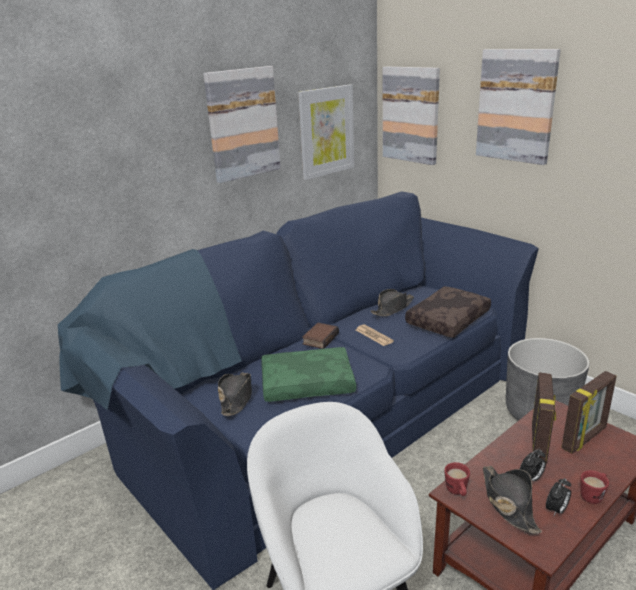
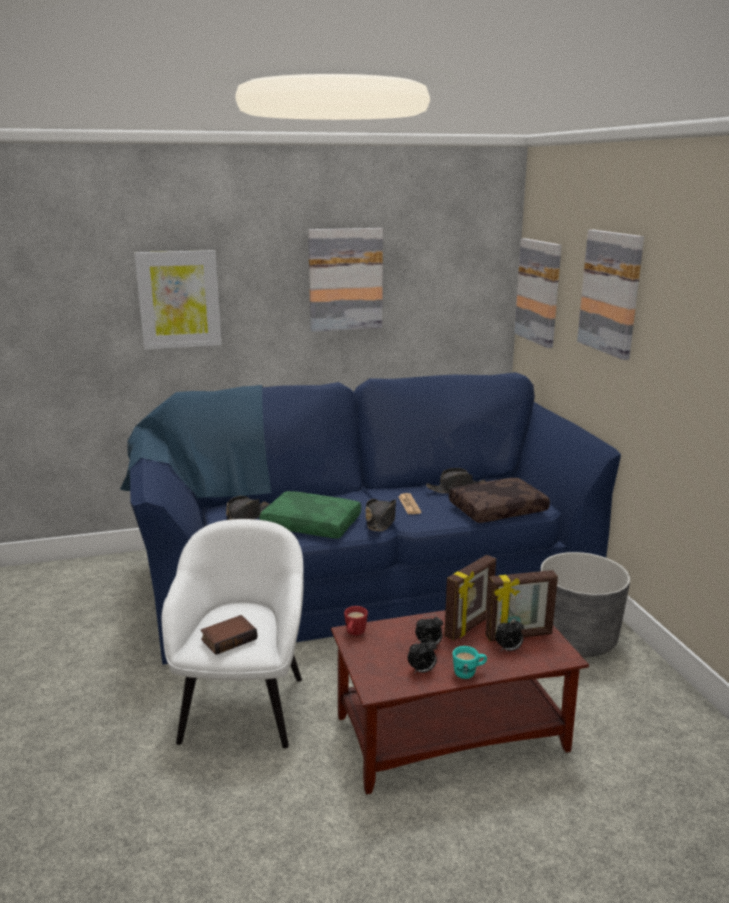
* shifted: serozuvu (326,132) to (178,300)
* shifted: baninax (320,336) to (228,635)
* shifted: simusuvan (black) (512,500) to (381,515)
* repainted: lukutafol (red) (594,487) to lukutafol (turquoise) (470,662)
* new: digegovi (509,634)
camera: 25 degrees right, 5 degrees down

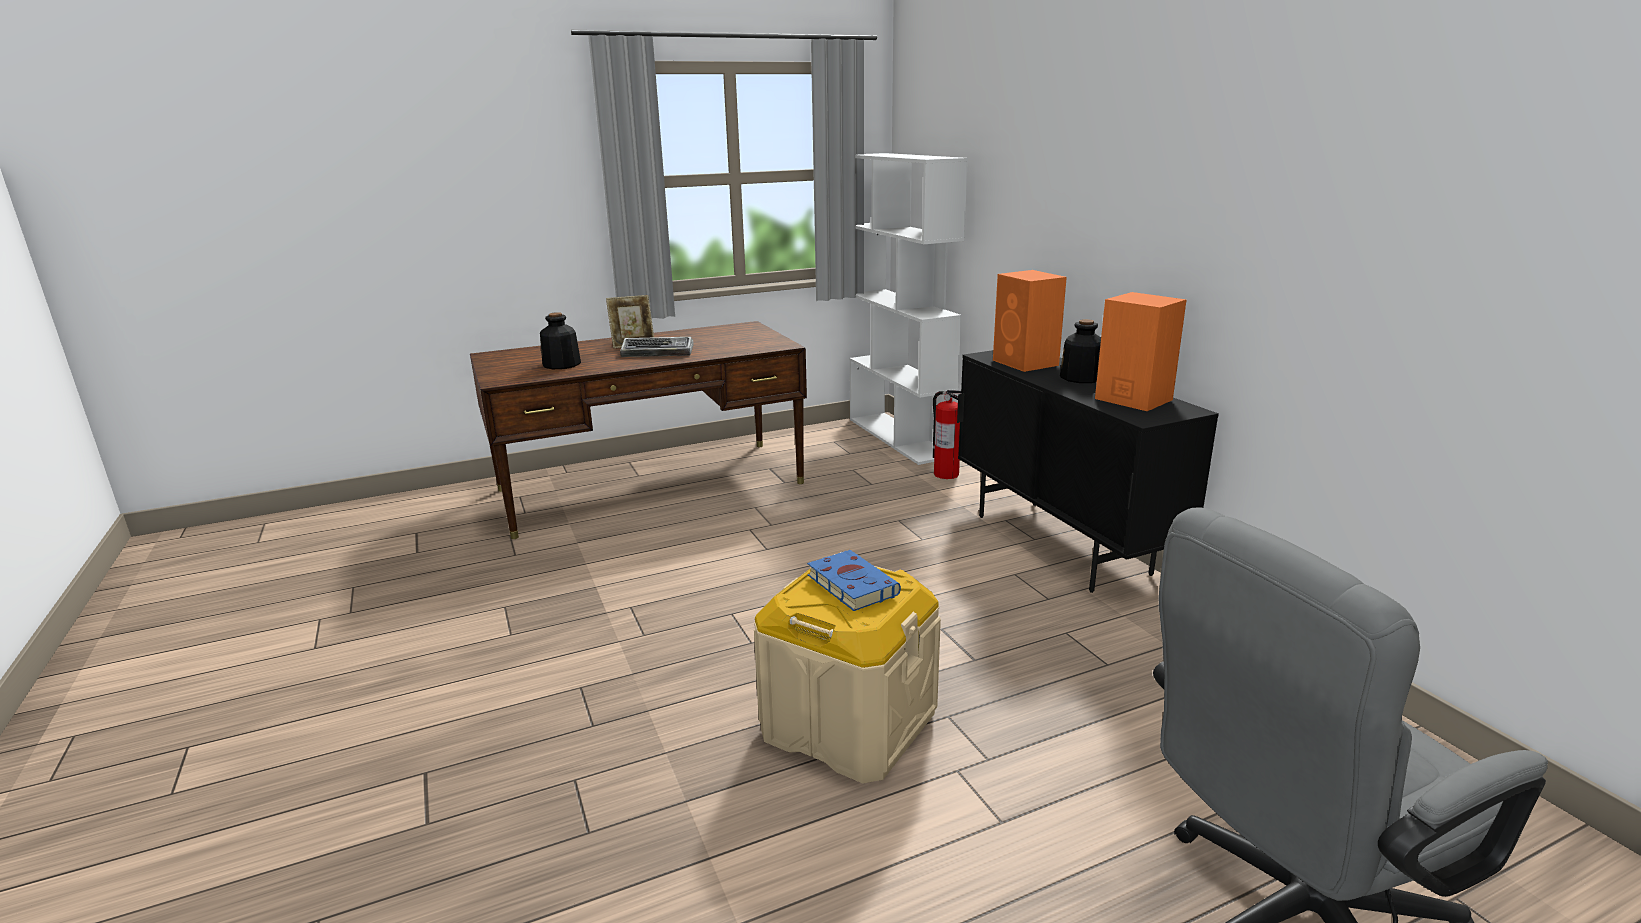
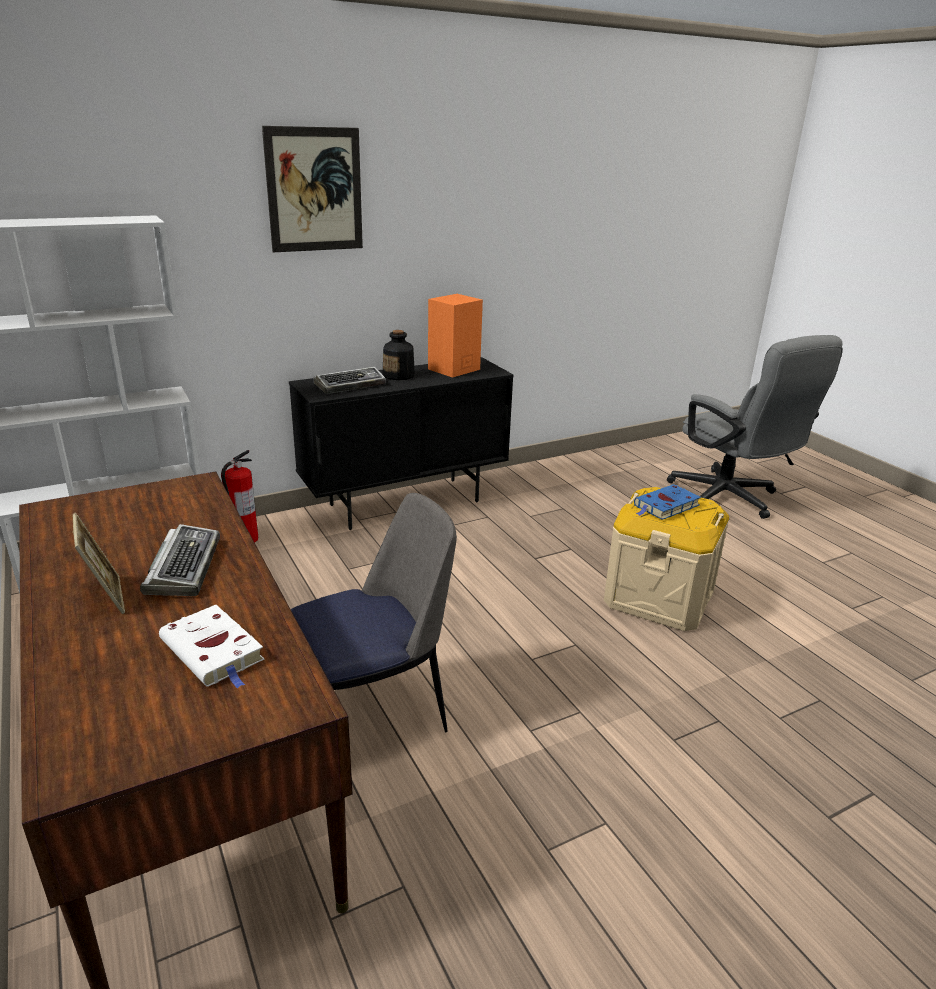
* swapped: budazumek (560,340) to baninax (white) (211,647)
* swapped: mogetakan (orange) (1030,321) to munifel (350,380)
* new: serozuvu (312,189)
* new: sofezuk (374,612)
camera: 95 degrees left, 5 degrees up

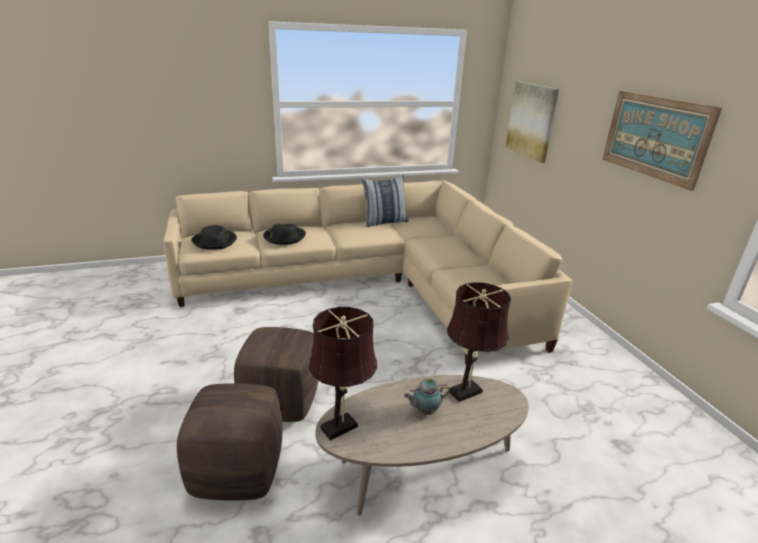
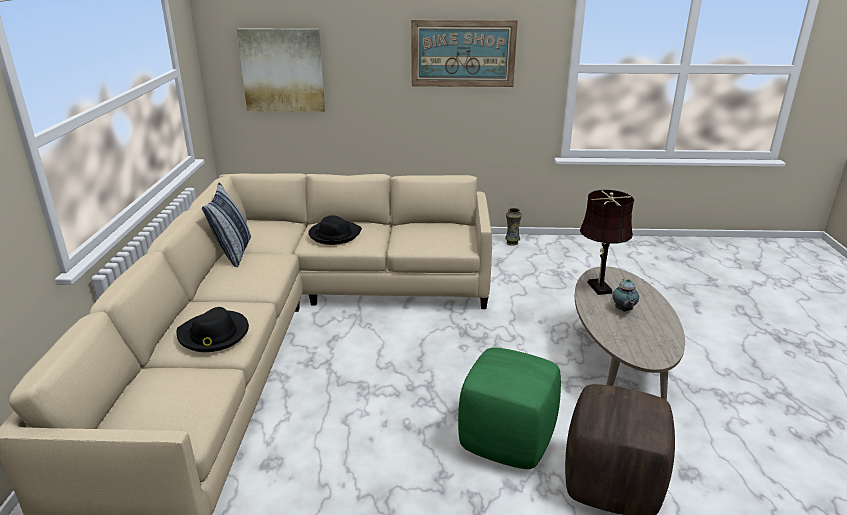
* shifted: simusuvan (black) (214,237) to (335,230)
* repainted: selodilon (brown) (276,374) to selodilon (green) (509,408)
* gone: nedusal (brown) (343,374)
* new: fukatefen (513,227)
camera: 70 degrees left, 0 degrees up

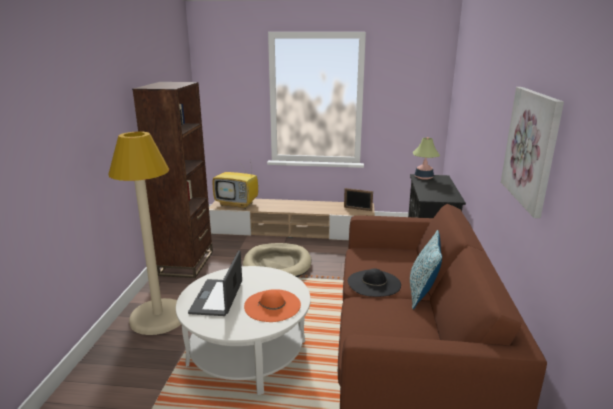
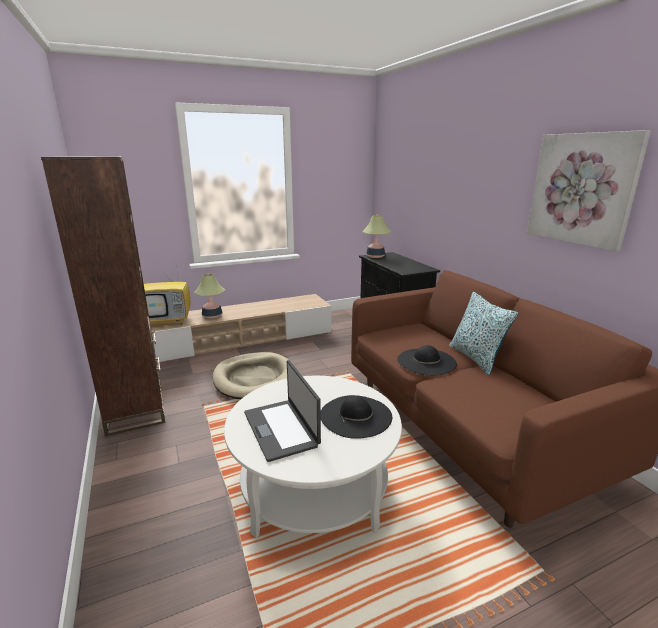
* gone: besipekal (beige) (144,233)
* repainted: simusuvan (orange) (272,305) to simusuvan (black) (356,417)
* gone: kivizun (358,199)
* new: nedusal (209,295)
camera: 30 degrees left, 0 degrees up

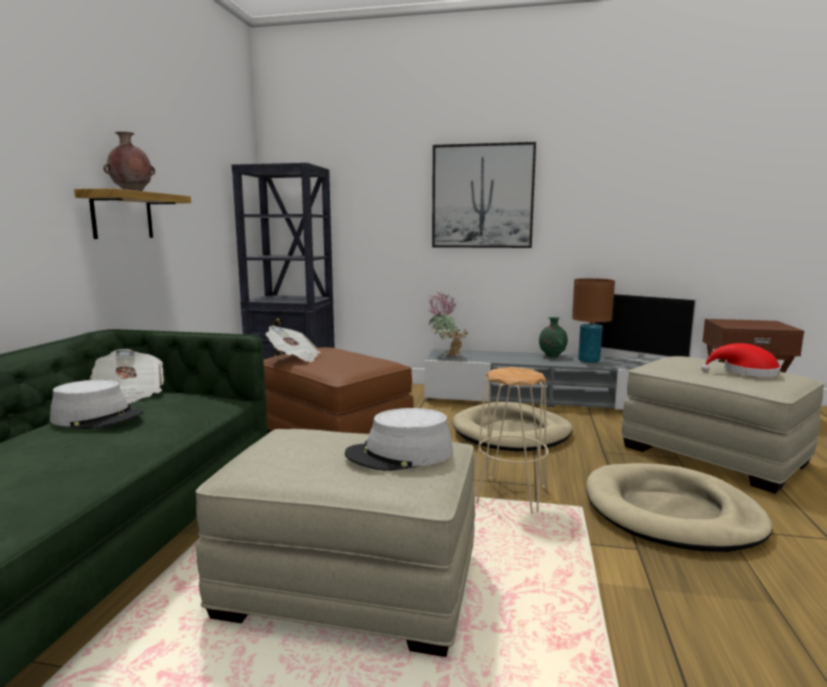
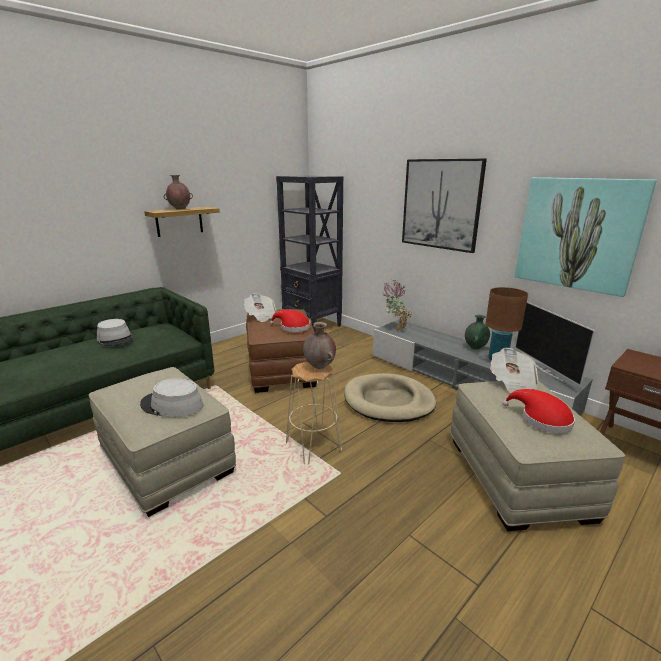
* shifted: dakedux (127,376) to (514,370)
* gone: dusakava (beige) (679,507)
* new: simusuvan (red) (290,320)
* new: fukatefen (brown) (319,345)
* new: serozuvu (586,237)
camera: 35 degrees right, 10 degrees up

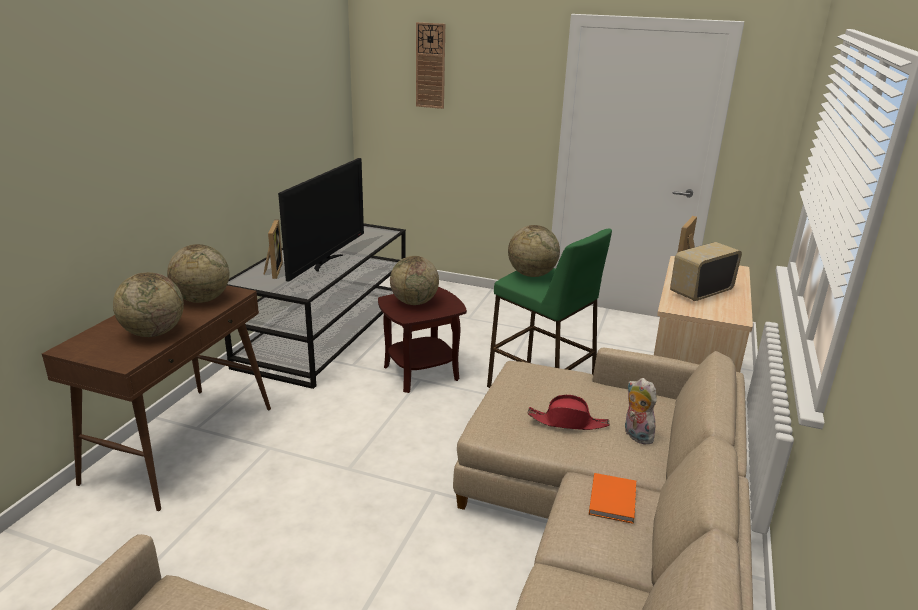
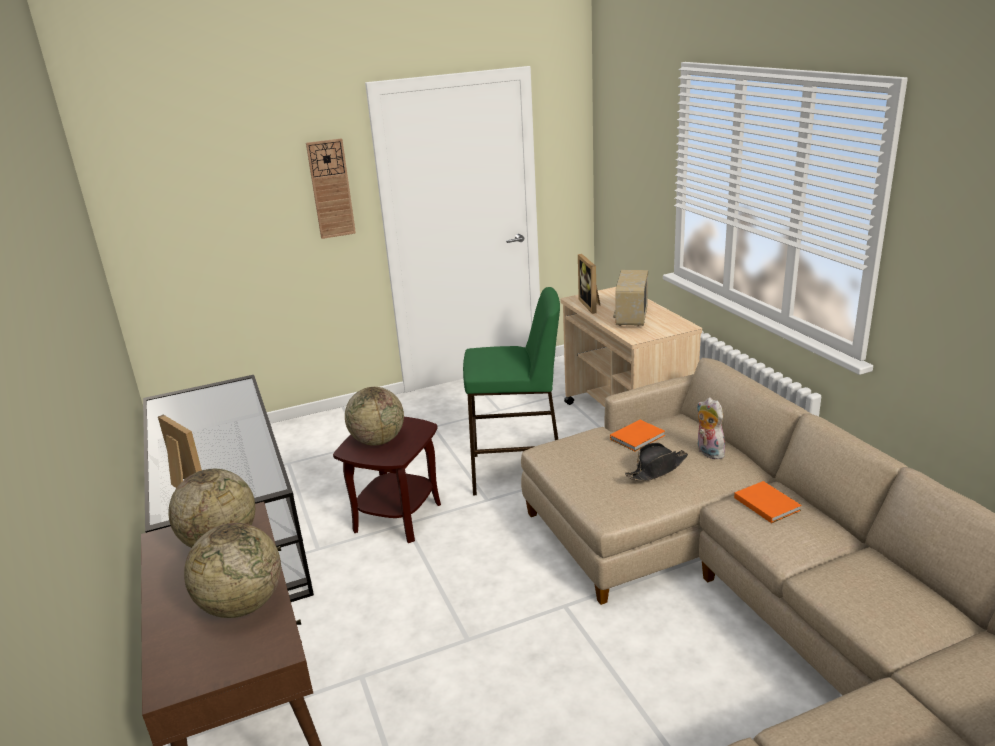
* gone: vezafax (321,220)
* shifted: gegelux (430,65) to (331,188)
* gone: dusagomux (534,251)
* repainted: simusuvan (red) (569,412) to simusuvan (black) (656,462)
* rotated: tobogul (641,411) = (711,428) 45 degrees clockwise
* new: baninax (orange) (637,436)
camera: 40 degrees left, 0 degrees up

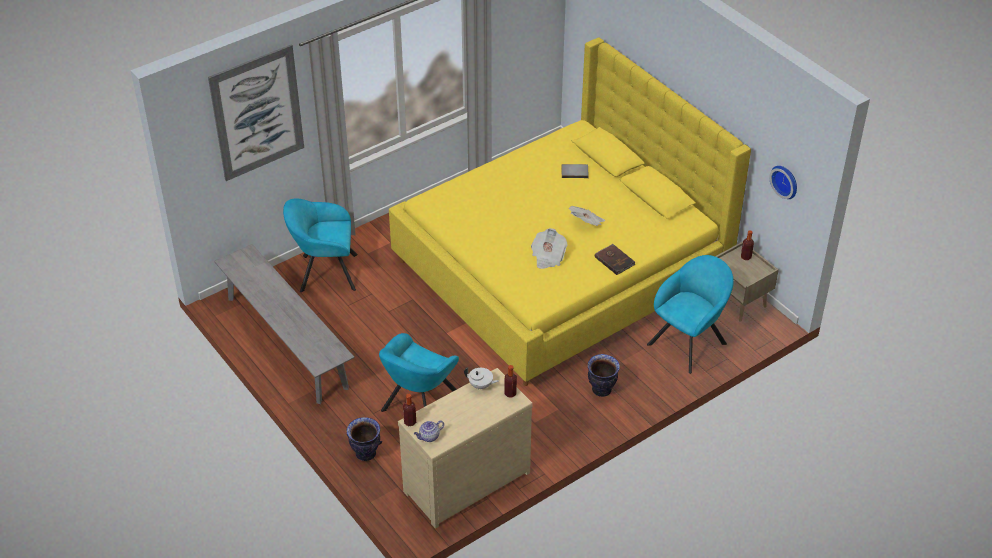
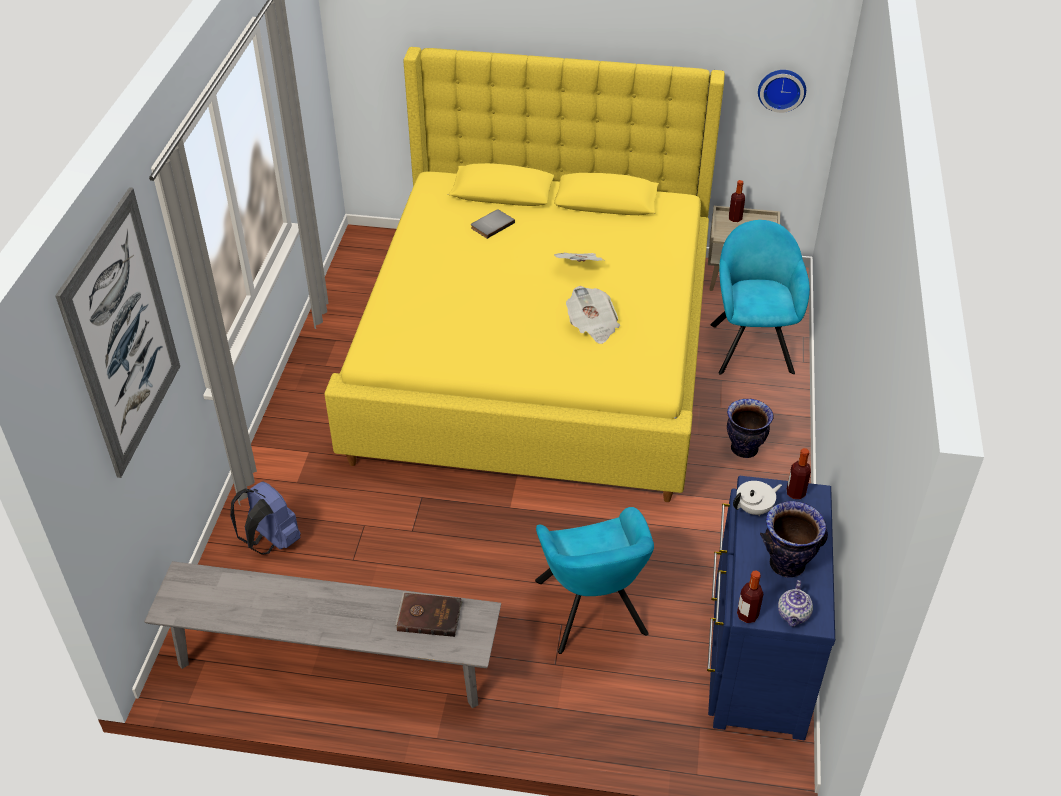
* swapped: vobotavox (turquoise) (320,245) to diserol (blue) (265,518)
* shifted: fukatefen (364,439) to (794,539)
* repainted: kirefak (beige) (465,448) to kirefak (blue) (771,608)
* shifted: baninax (brown) (615,259) to (429,614)
camera: 45 degrees left, 0 degrees up

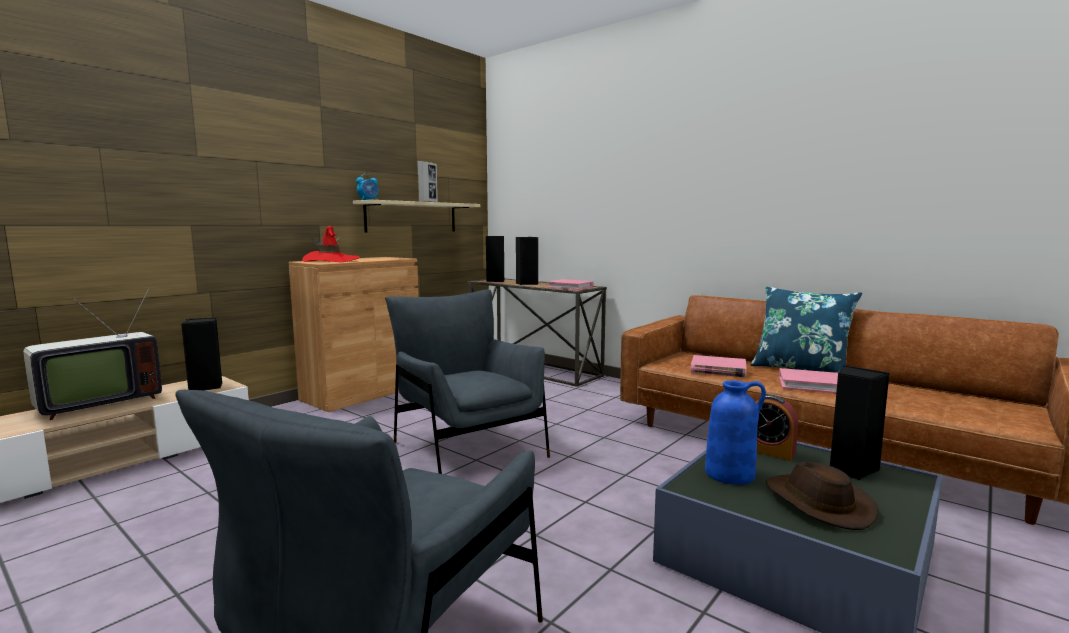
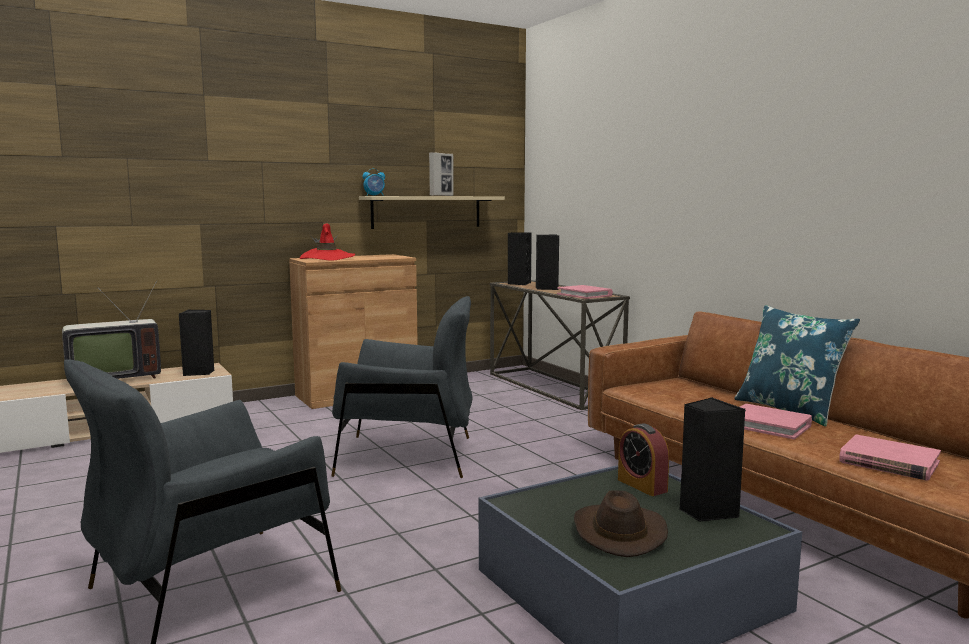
* rotated: vobotavox (grey) (467,381) = (402,387) 105 degrees clockwise
* shifted: baninax (pink) (718,366) to (890,457)
* gone: fukatefen (blue) (735,432)
camera: 20 degrees right, 0 degrees up

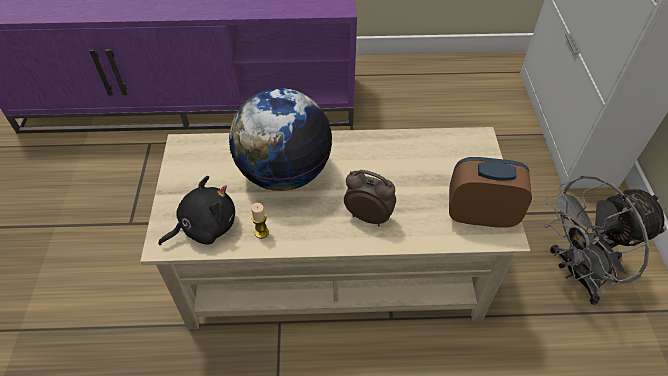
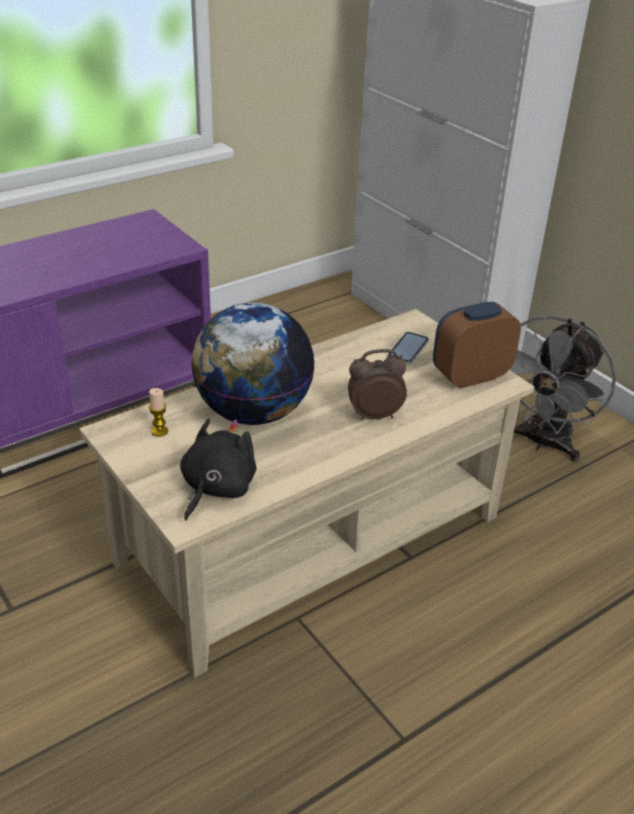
* shifted: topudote (260,221) to (158,412)
* new: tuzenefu (408,348)
camera: 35 degrees left, 15 degrees down

